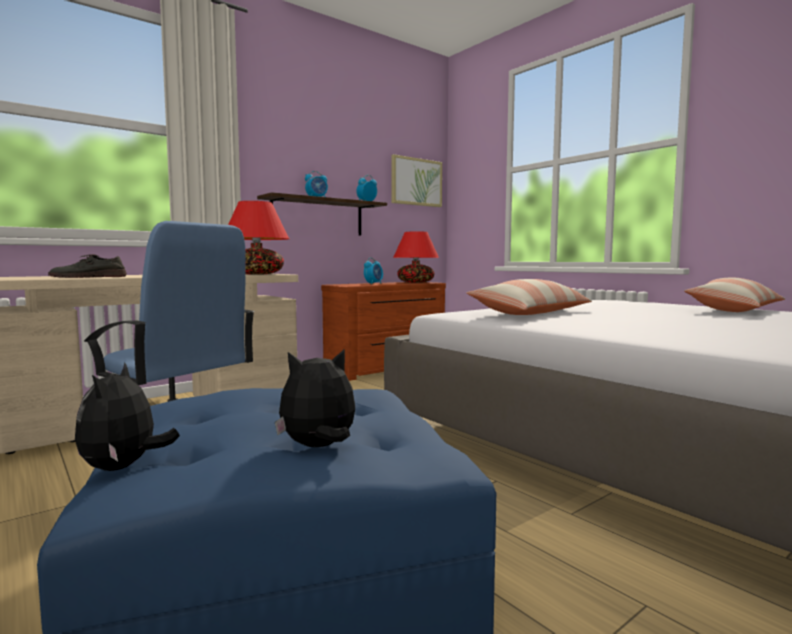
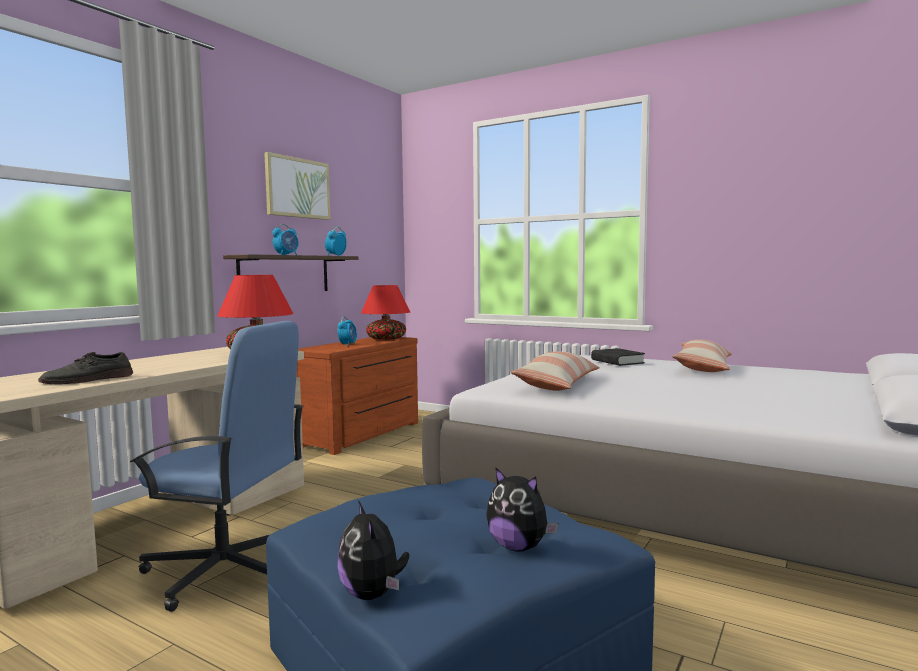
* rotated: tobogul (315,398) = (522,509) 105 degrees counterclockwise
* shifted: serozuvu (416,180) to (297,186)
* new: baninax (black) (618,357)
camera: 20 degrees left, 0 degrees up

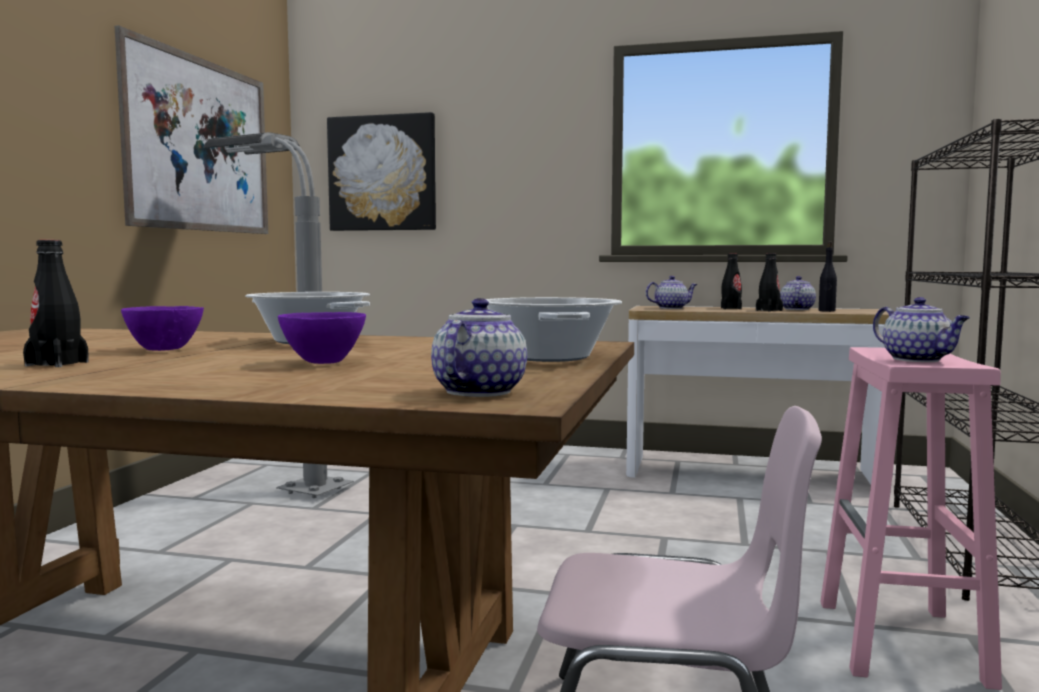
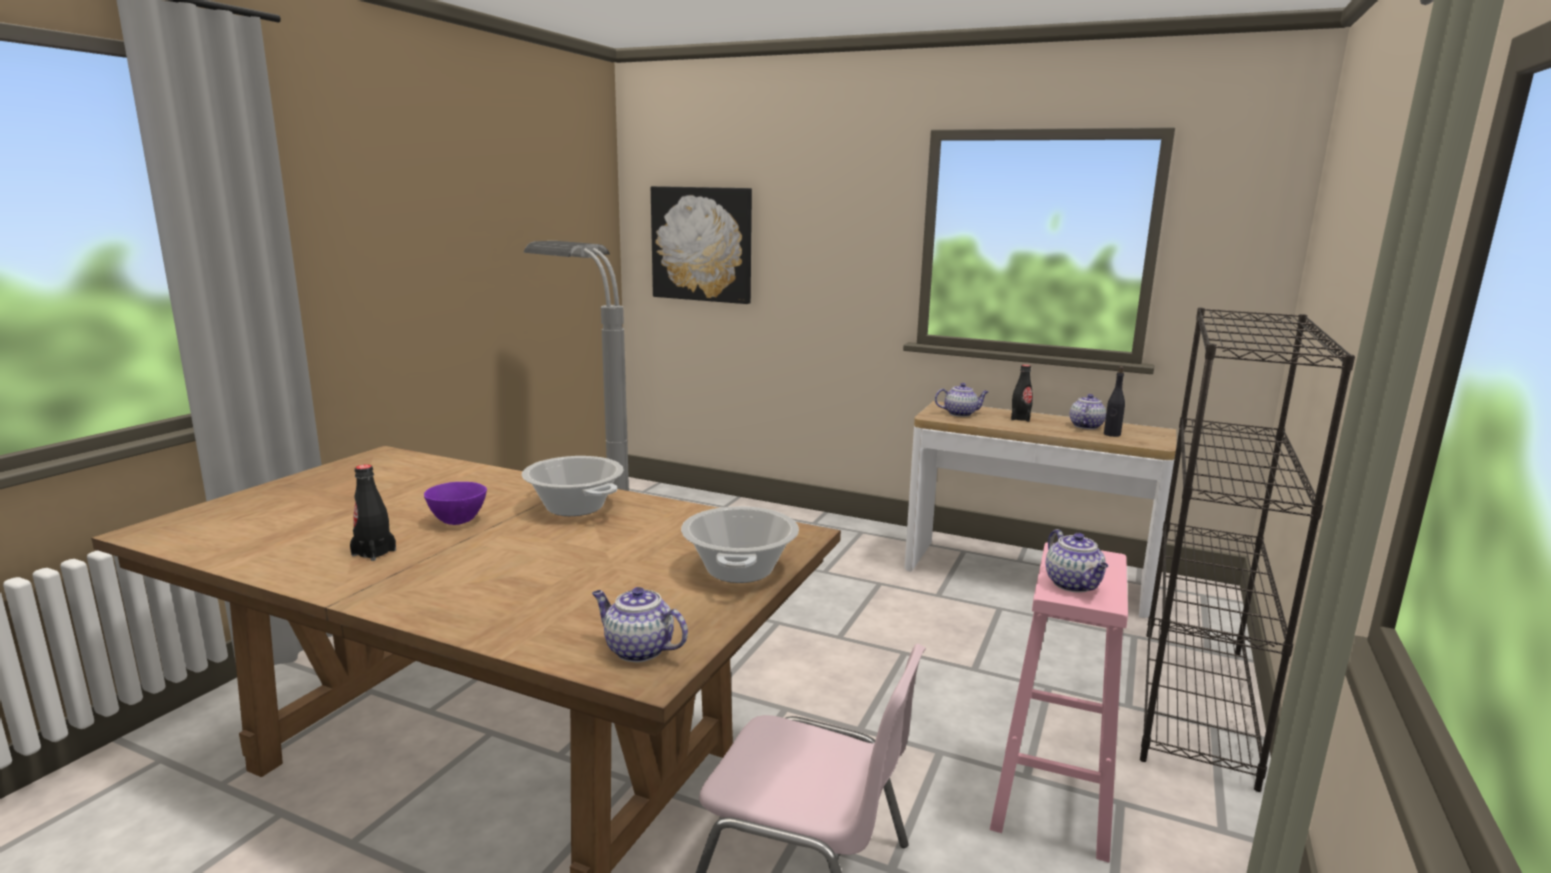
* gone: serozuvu (191,129)
* gone: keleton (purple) (322,338)
* rotated: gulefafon (479,347) = (640,625) 90 degrees counterclockwise
* gone: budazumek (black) (769,282)
camera: 10 degrees right, 10 degrees up

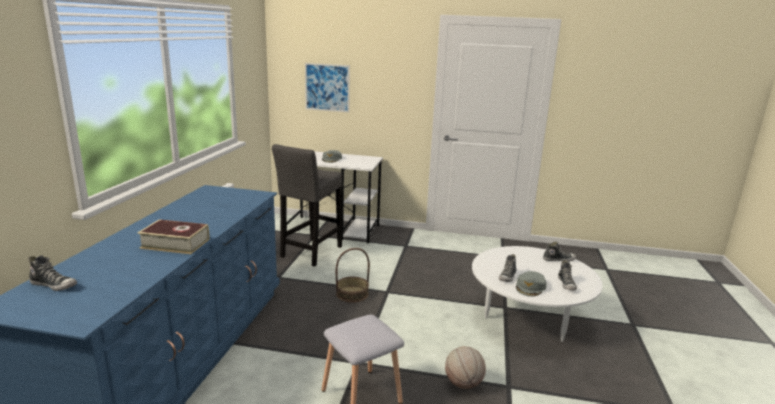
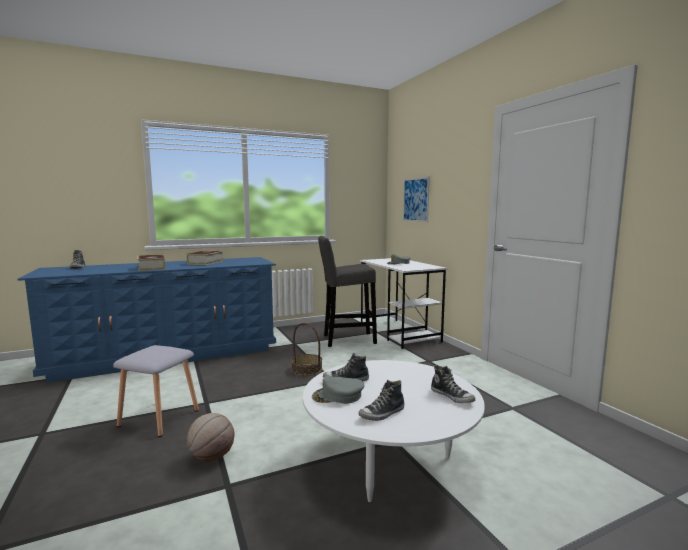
* new: baninax (205,258)
camera: 55 degrees right, 10 degrees down

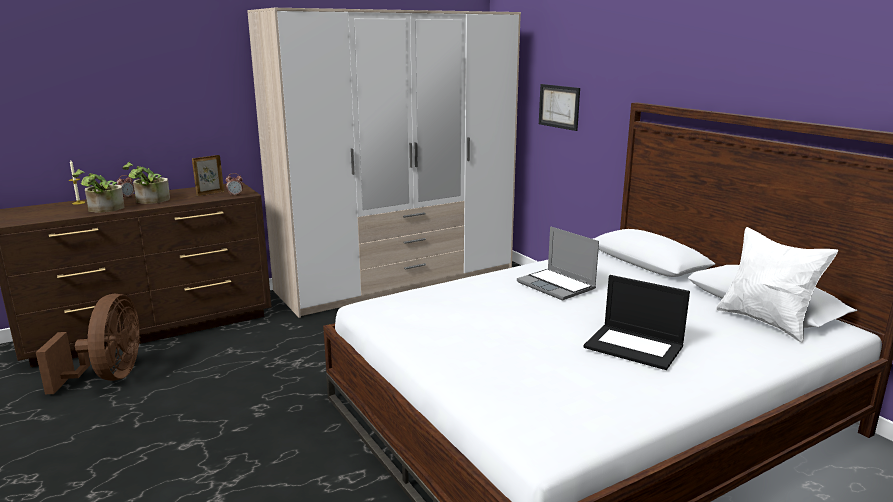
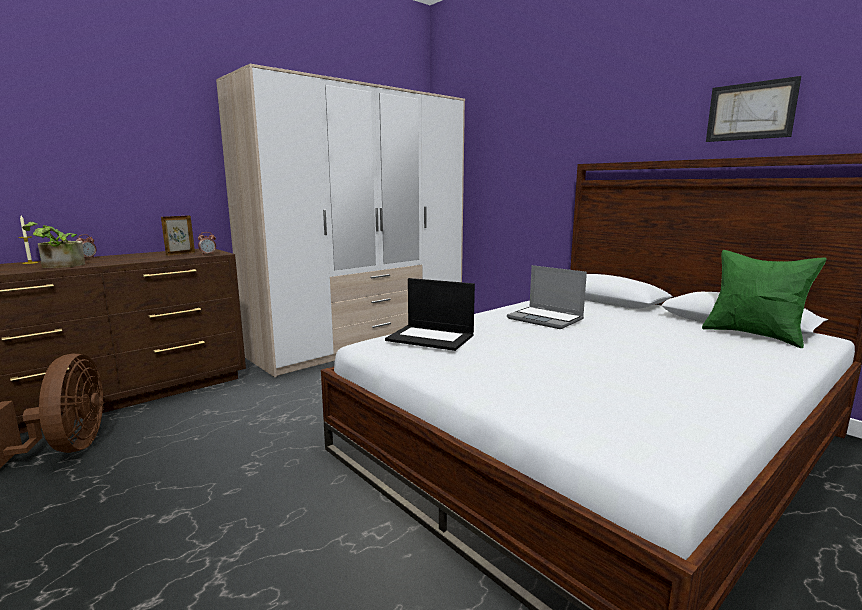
* gone: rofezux (146,183)
* shifted: serozuvu (559,107) to (753,109)
* shifted: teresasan (637,322) to (430,314)
* repainted: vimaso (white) (777,285) to vimaso (green) (764,299)
camera: 10 degrees left, 5 degrees down

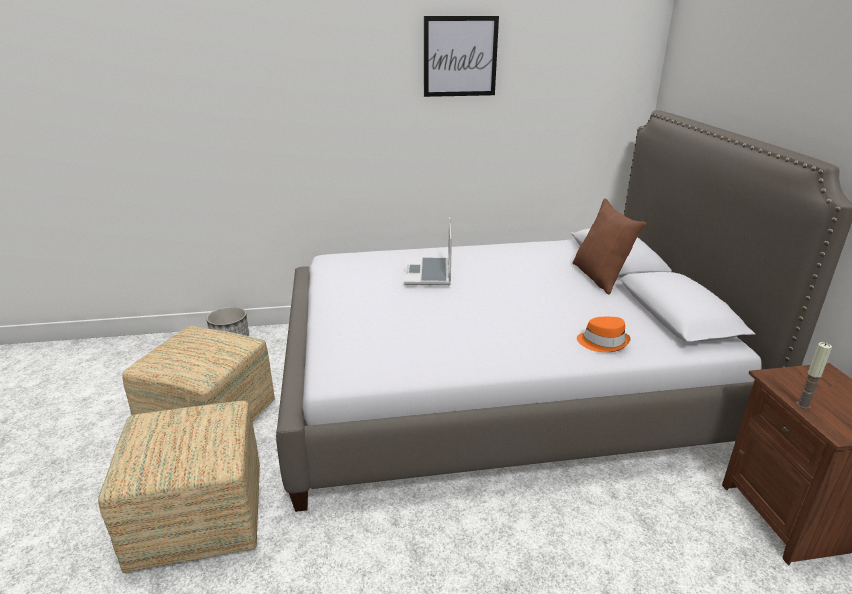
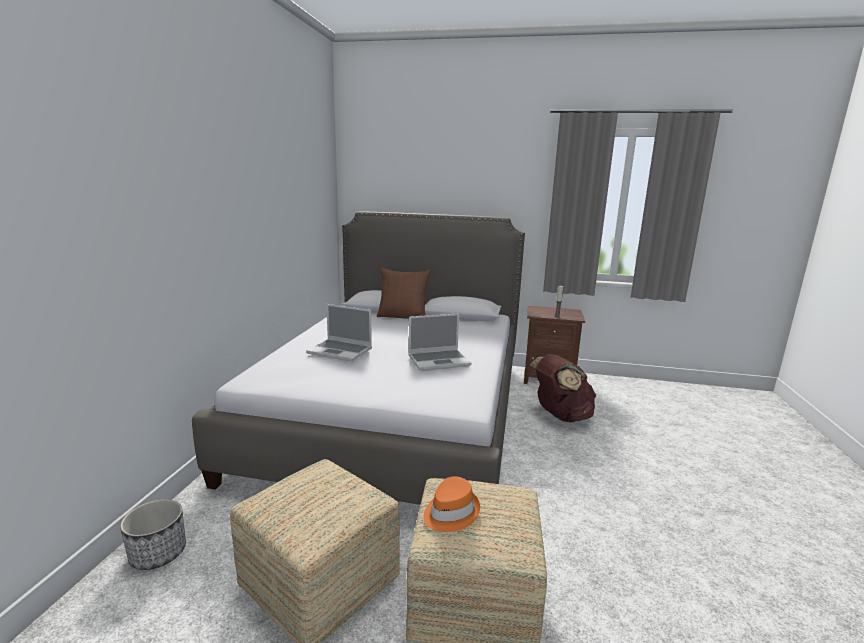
* gone: serozuvu (461,56)
* shifted: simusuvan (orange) (604,334) to (451,504)
* new: teresasan (439,342)
* new: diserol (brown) (563,388)
camera: 70 degrees left, 10 degrees down

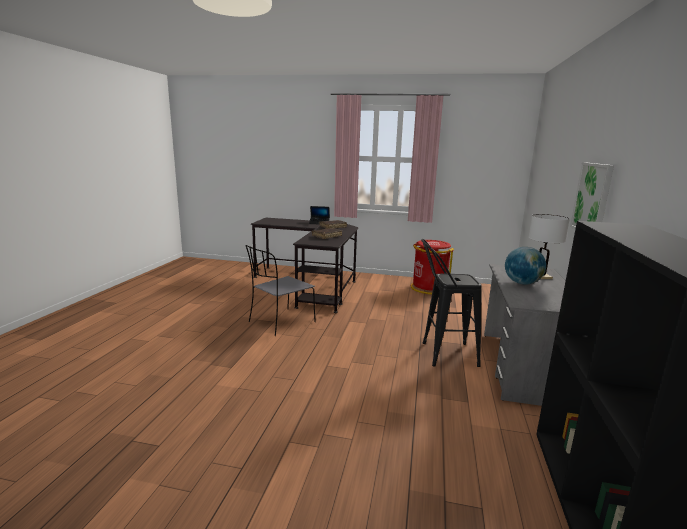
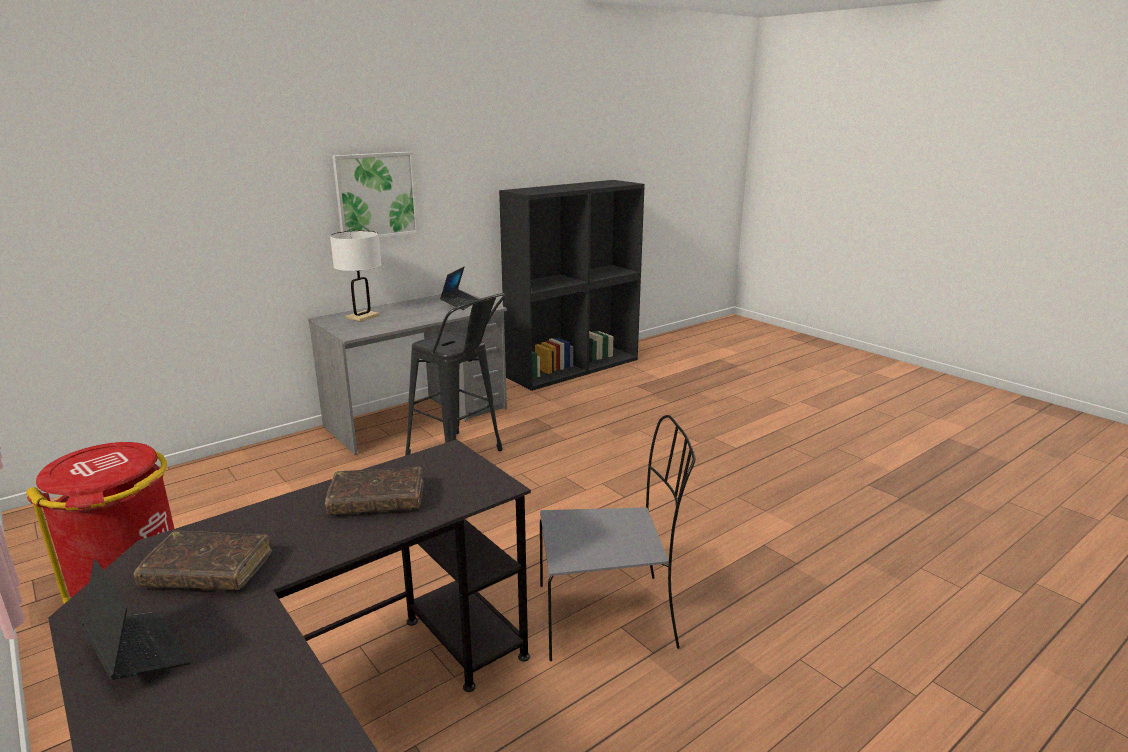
* gone: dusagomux (525,266)
* new: teresasan (459,288)
camera: 140 degrees left, 5 degrees up

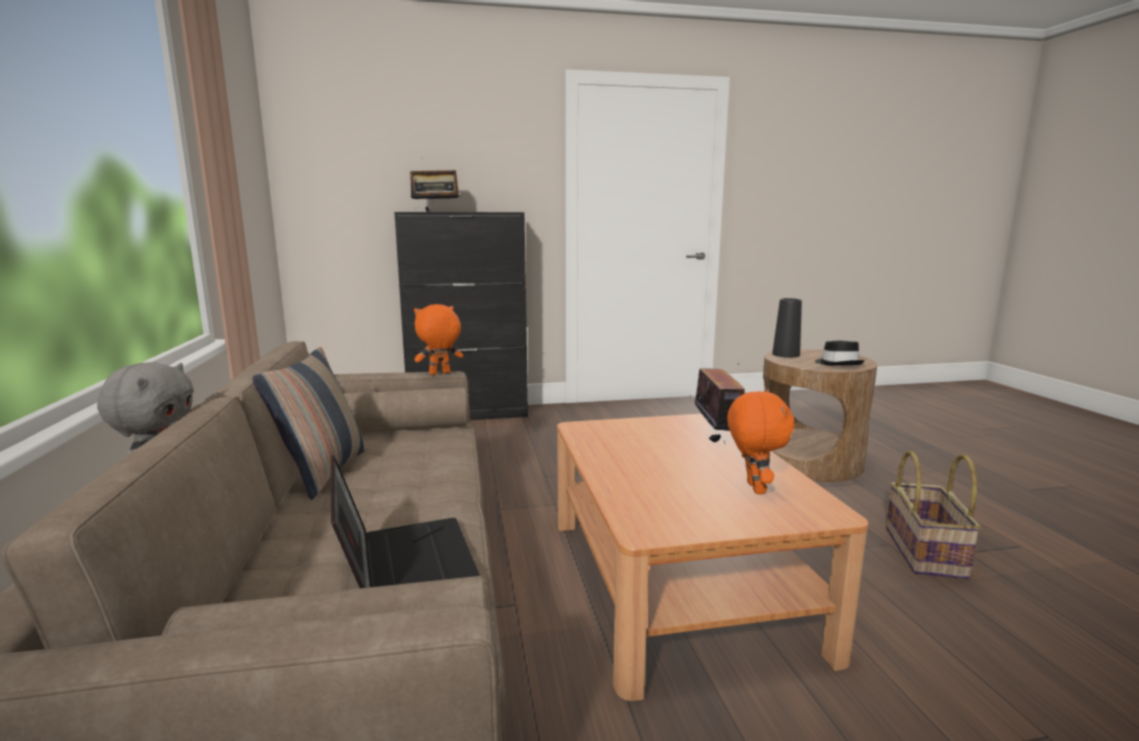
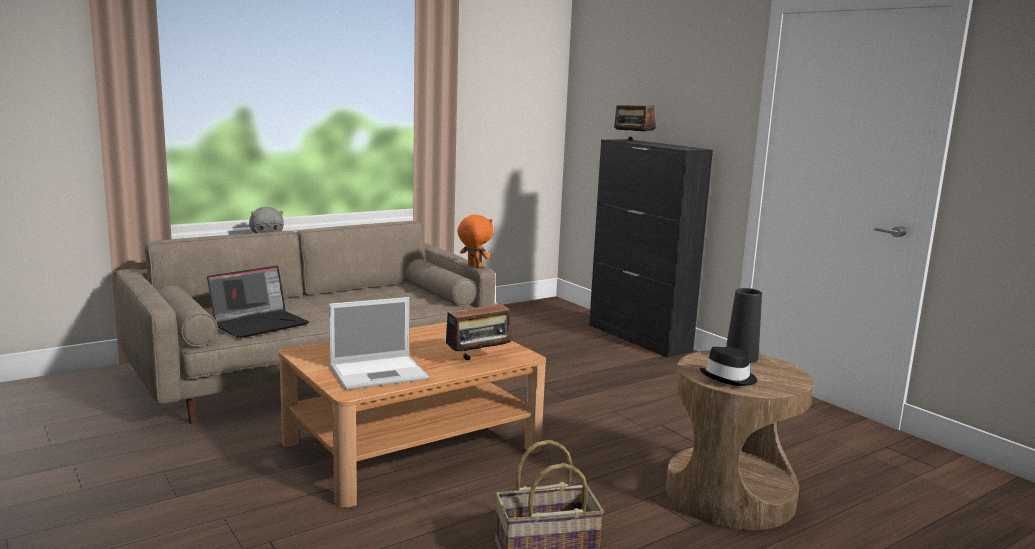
* gone: vimaso (310,423)
* swapped: tobogul (orange) (761,442) to teresasan (378,343)
camera: 65 degrees right, 0 degrees up

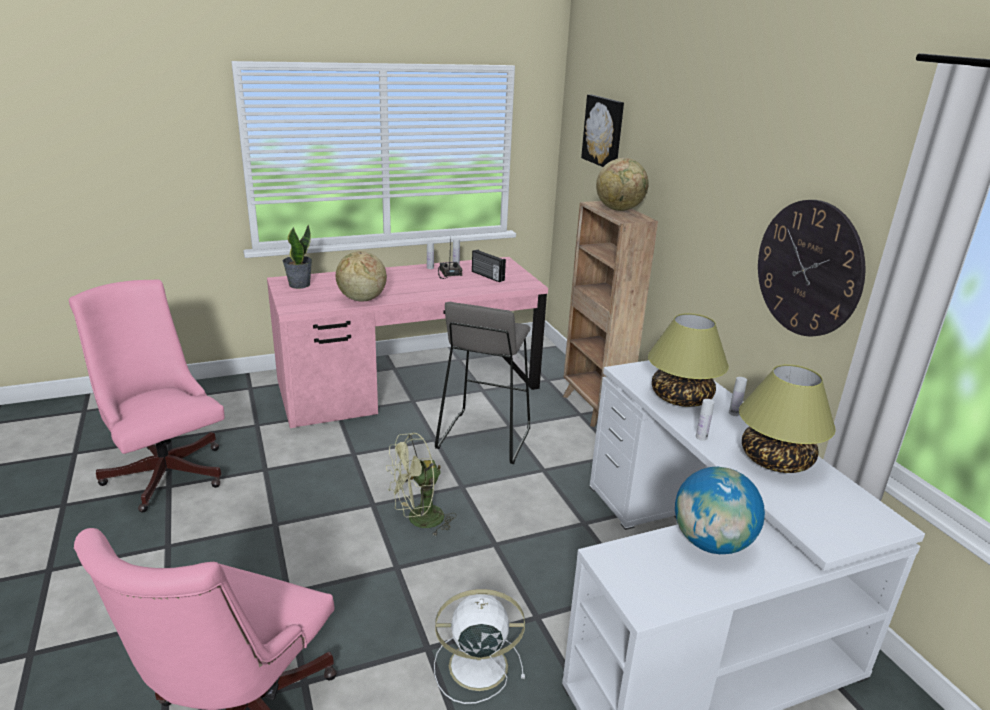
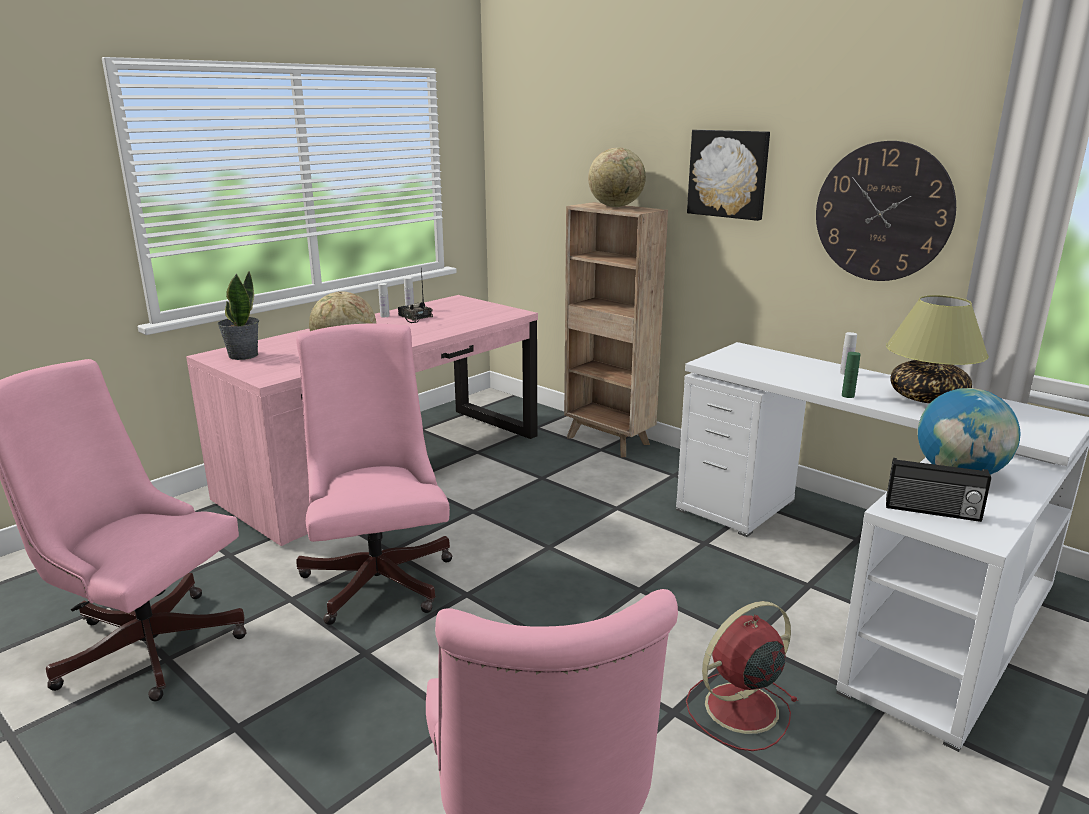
* gone: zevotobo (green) (421,485)
* repainted: zevotobo (white) (479,646) to zevotobo (red) (742,676)
* gone: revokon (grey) (483,383)
* shifted: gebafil (489,266) to (938,490)
* shifted: serozuvu (602,131) to (728,175)
* gone: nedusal (688,360)
* repainted: budazumek (white) (705,420) to budazumek (green) (851,375)
* new: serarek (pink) (374,474)
camera: 25 degrees left, 5 degrees down

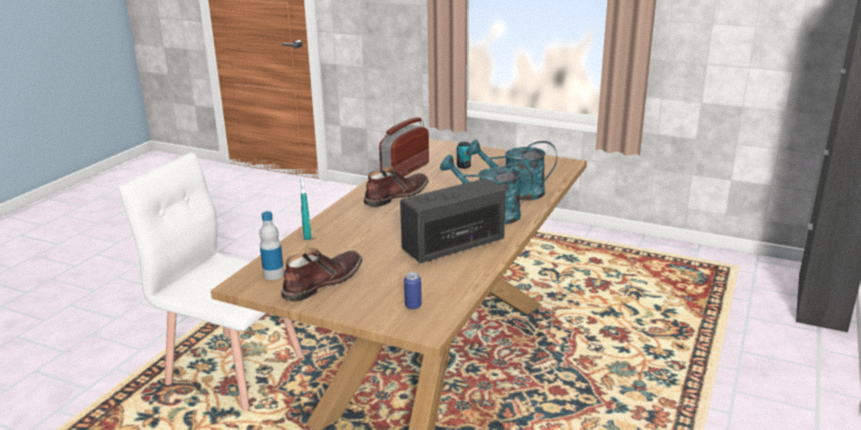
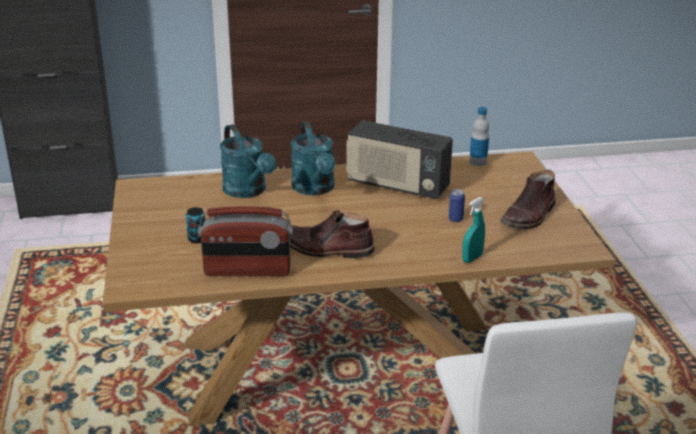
* shifted: budazumek (271,245) to (479,136)
* rotated: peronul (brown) (321,275) = (528,199) 60 degrees counterclockwise
* shifted: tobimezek (413,290) to (457,205)
camera: 125 degrees left, 5 degrees up

